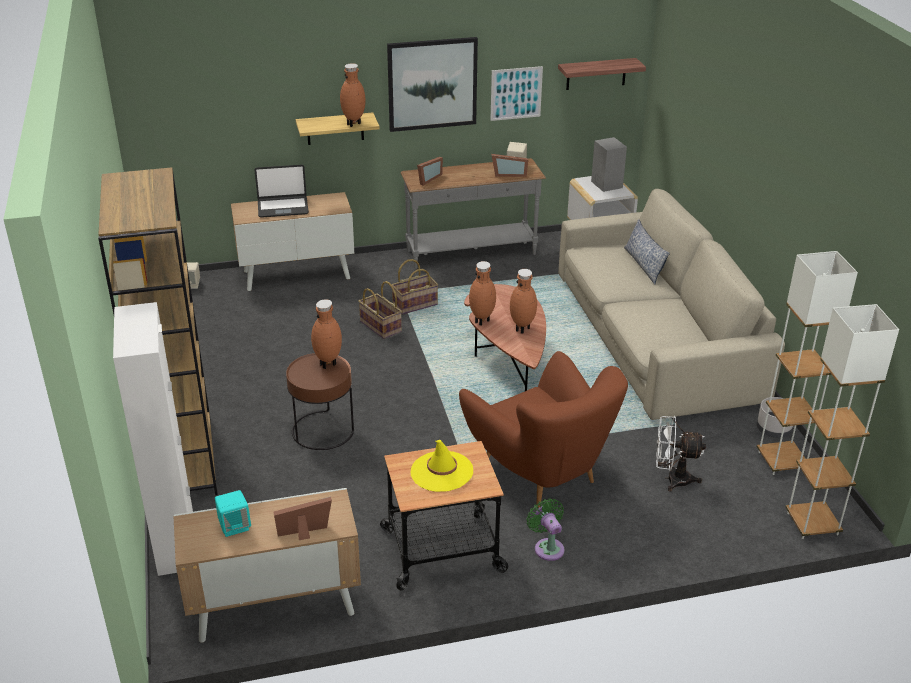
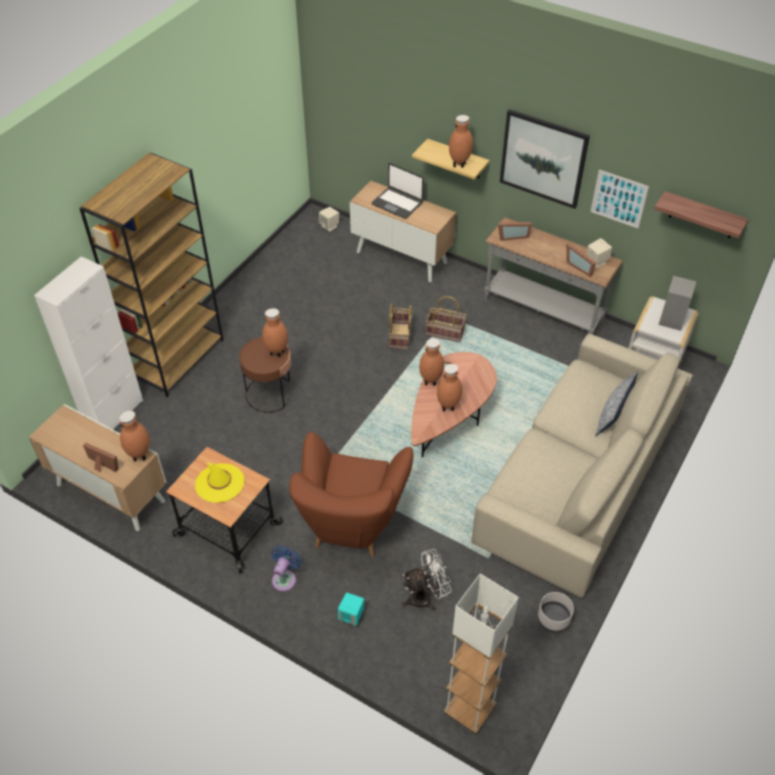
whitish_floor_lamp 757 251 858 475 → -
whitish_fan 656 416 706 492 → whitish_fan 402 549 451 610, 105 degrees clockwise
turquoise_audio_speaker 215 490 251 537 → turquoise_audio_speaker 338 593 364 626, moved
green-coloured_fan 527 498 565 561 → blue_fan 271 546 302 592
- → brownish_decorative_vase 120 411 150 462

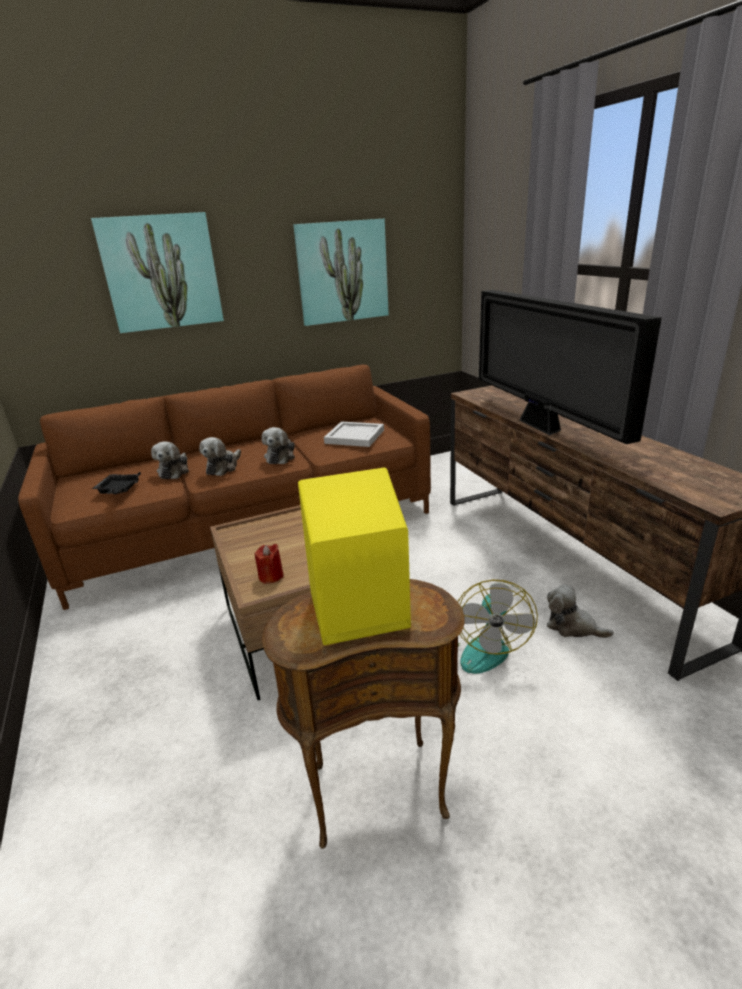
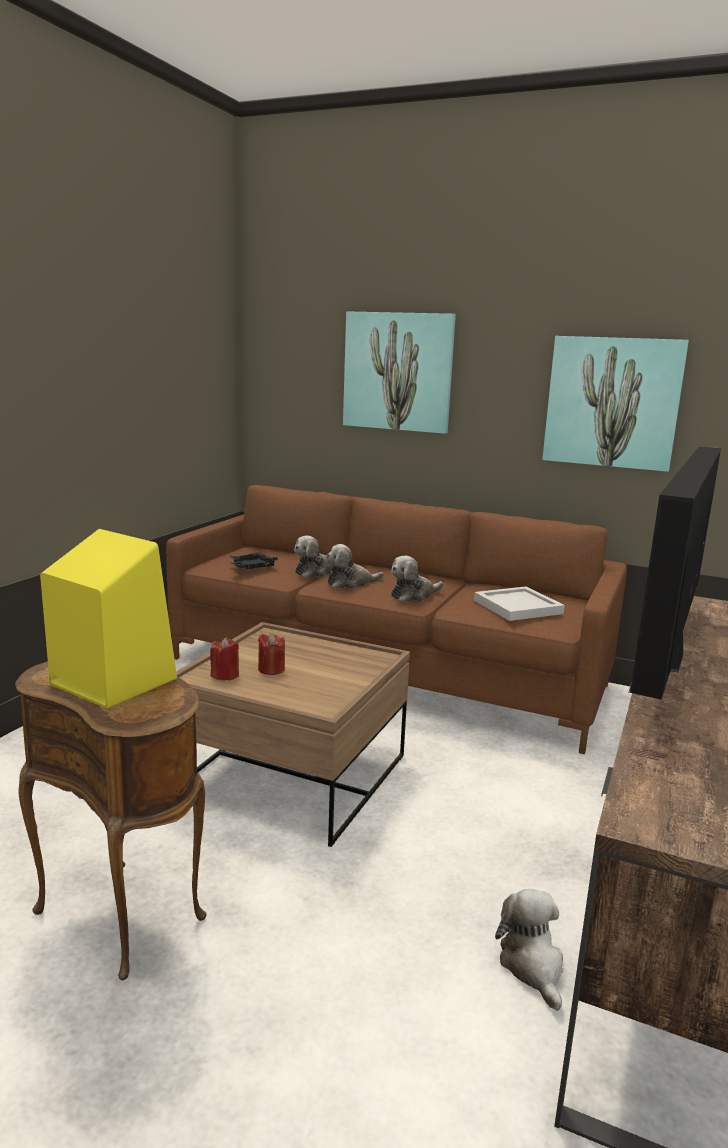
fan 458 580 538 674 → -
- → reddish_wax_light 258 633 285 675

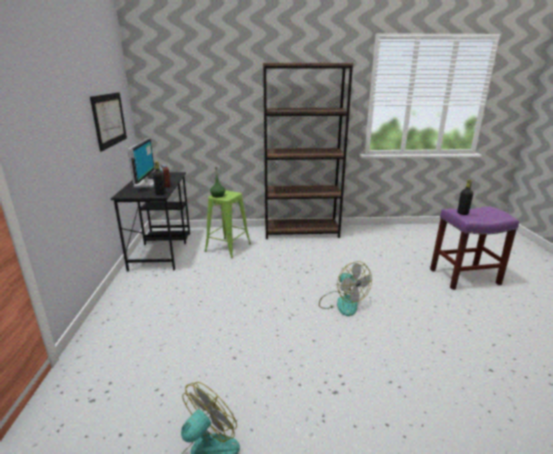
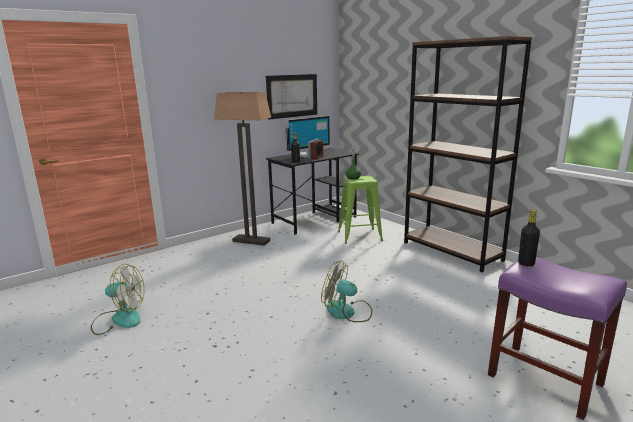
fan 319 261 372 316 → fan 321 261 372 322, 90 degrees clockwise
- → floor_lamp 214 92 271 246

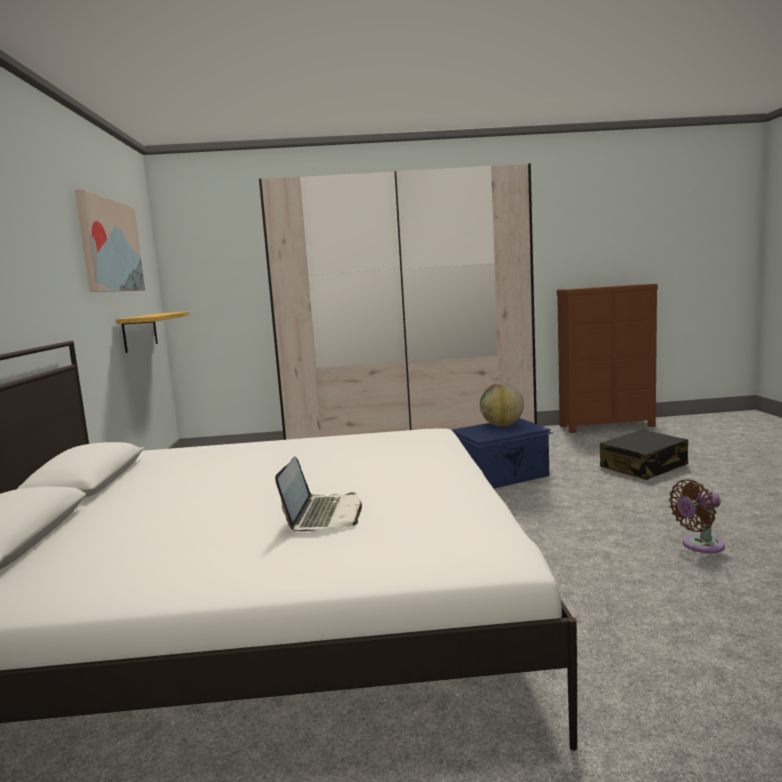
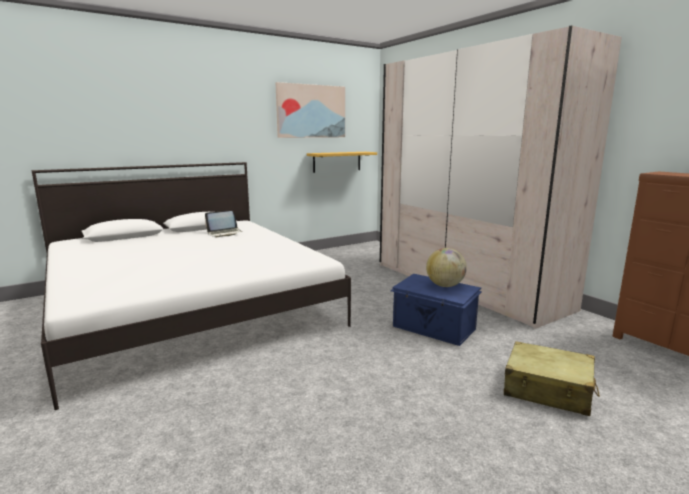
black-coloured_travel_case 600 430 688 480 → beige_travel_case 504 341 600 416
laptop 275 456 362 531 → laptop 205 211 242 237, moved
brownish_fan 669 479 725 553 → -

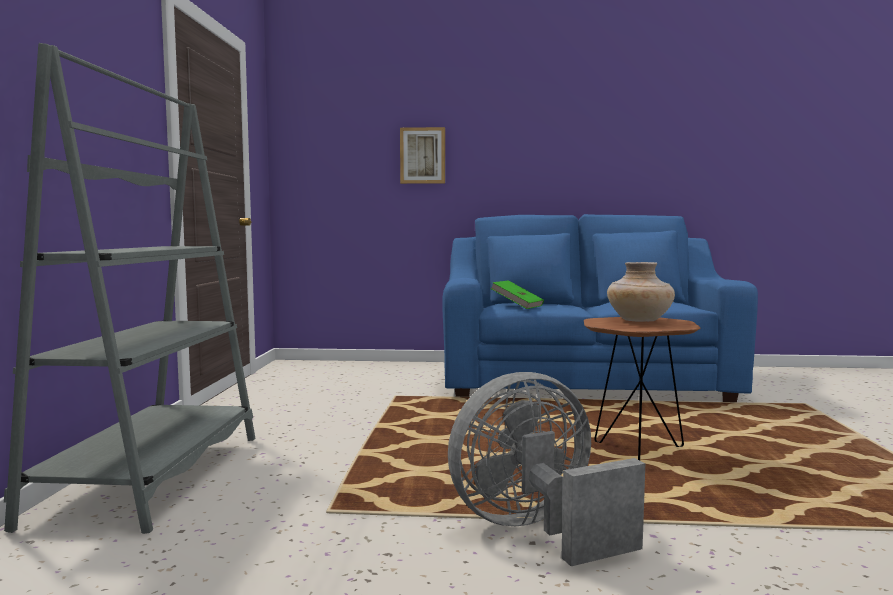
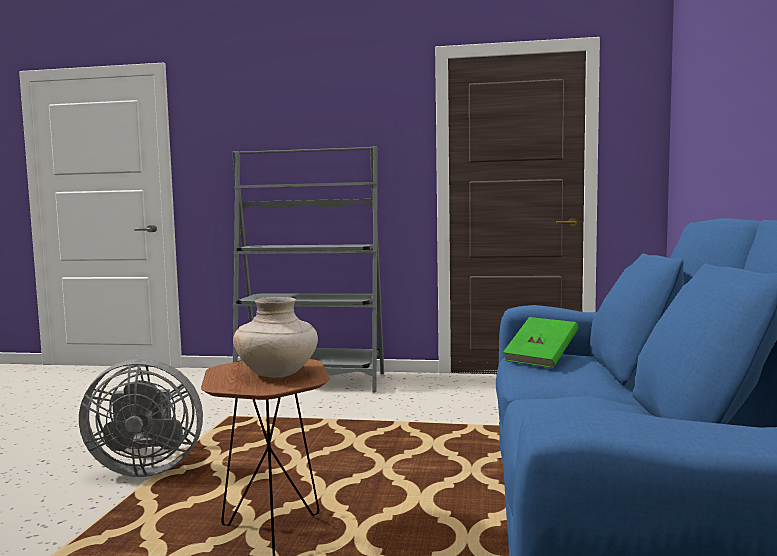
wall_art 400 127 445 184 → -
grey_fan 448 372 645 566 → grey_fan 79 359 203 477, 105 degrees clockwise

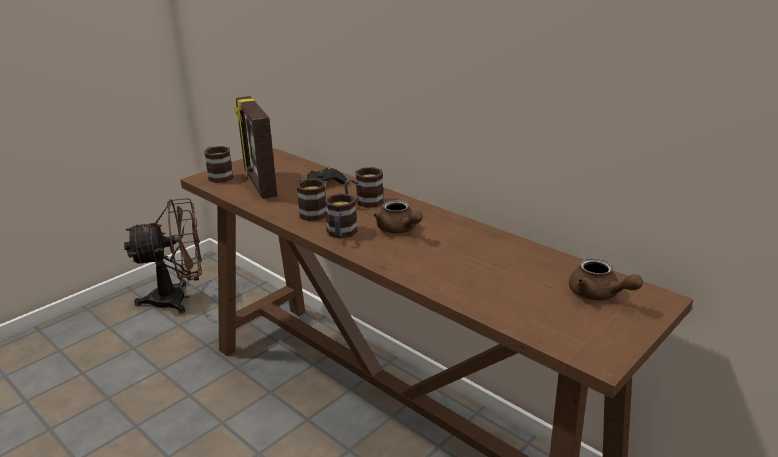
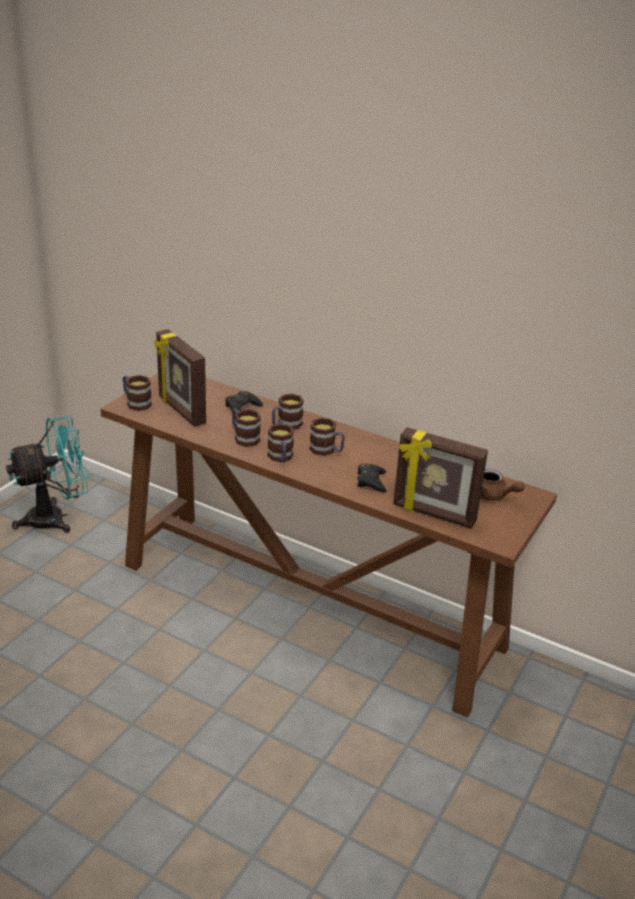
brownish_fan 124 198 202 314 → turquoise_fan 6 416 89 533
brownish_tea_pot 374 200 423 233 → coffee_mug 309 418 345 456
- → picture_frame 393 427 488 528
- → black-coloured_game_controller 357 463 386 492

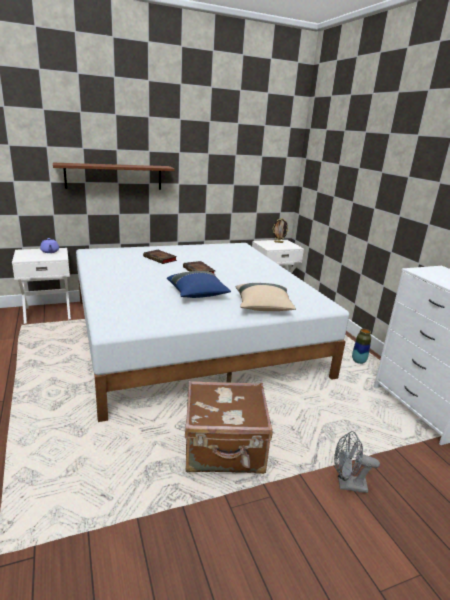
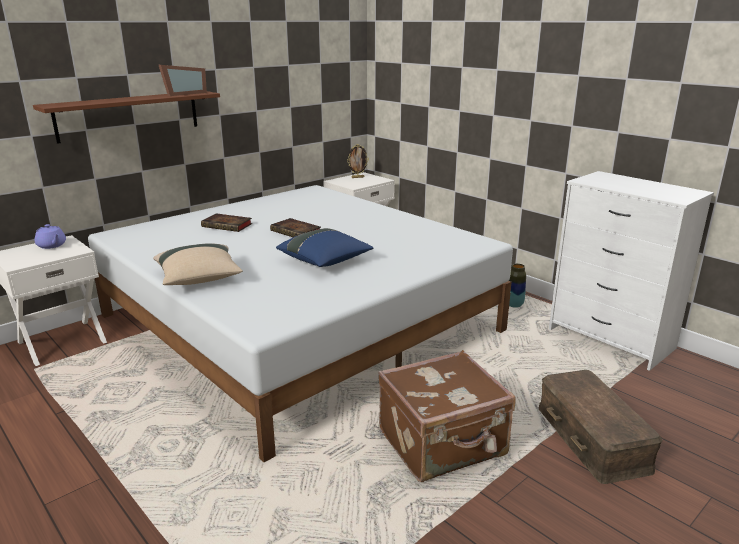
beige_throw_pillow 236 283 296 311 → beige_throw_pillow 153 243 243 285, moved
grey_fan 334 431 380 493 → brownish_storage_bin 539 370 663 484
- → picture_frame 159 65 207 96

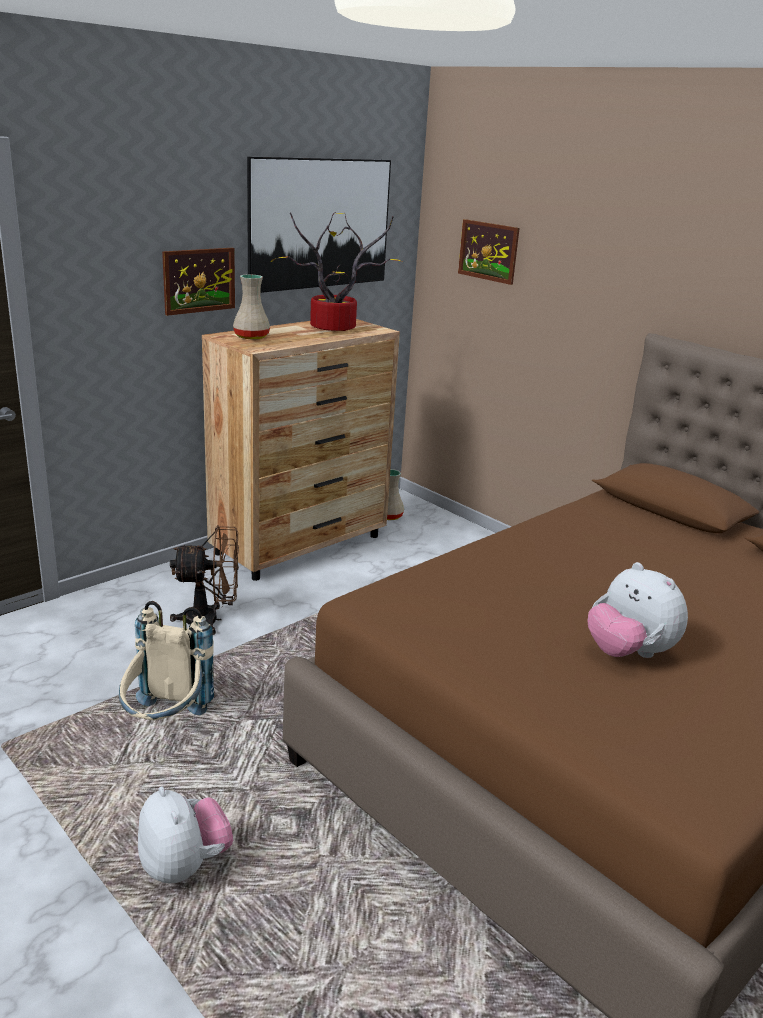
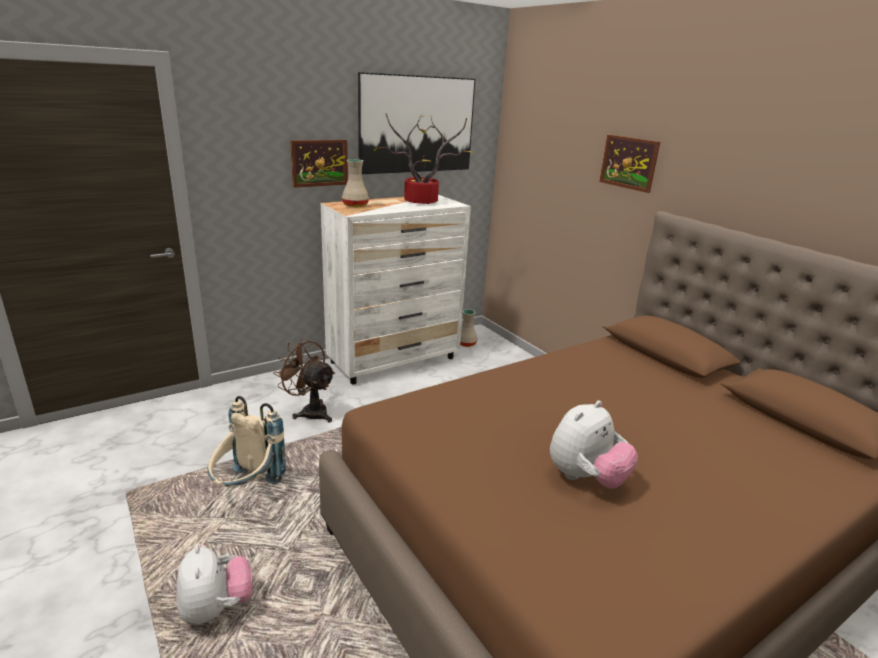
wall_art 458 219 520 285 → wall_art 599 135 660 193, moved
brownish_drawer_chest 202 319 400 581 → whitish_drawer_chest 321 195 471 384
brownish_fan 170 525 239 635 → brownish_fan 273 338 335 423, 150 degrees counterclockwise
plush_toy 588 562 688 658 → plush_toy 550 401 638 489, 105 degrees counterclockwise

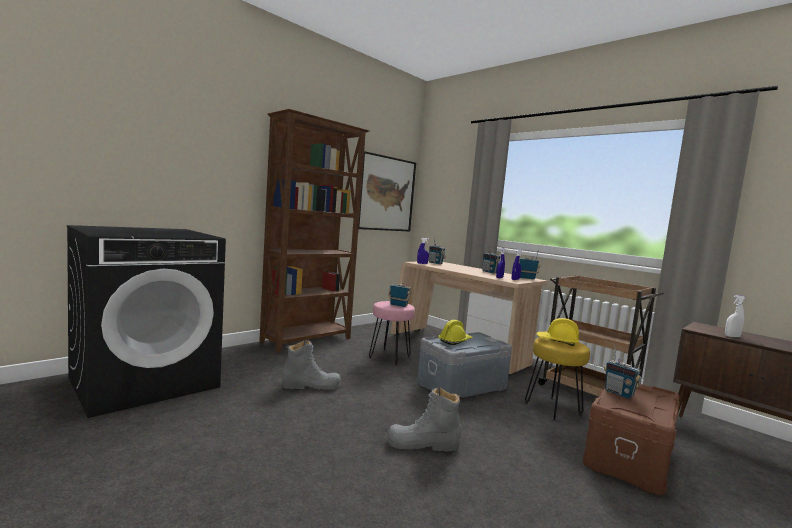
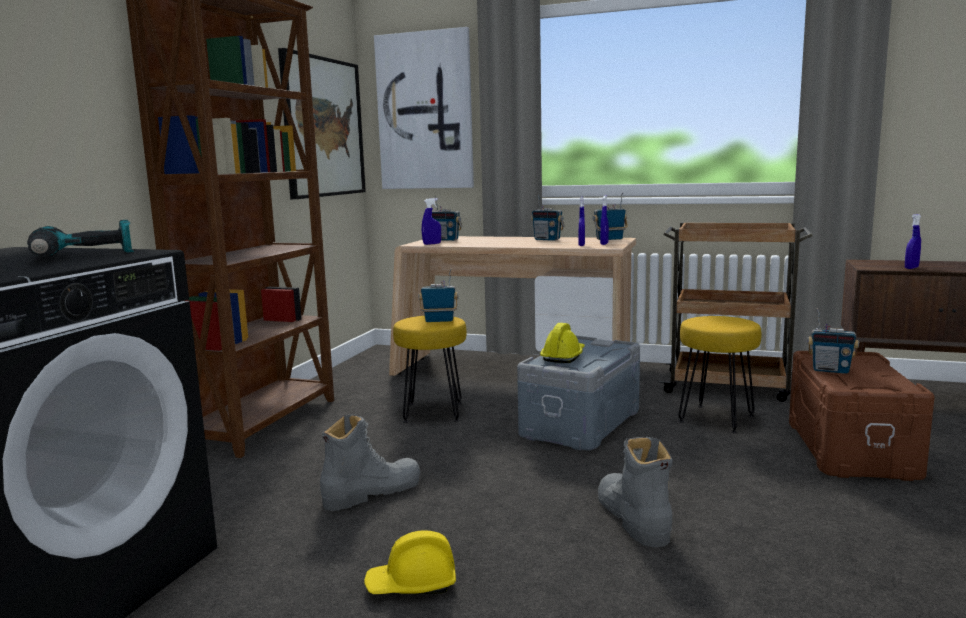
whitish_hand_sprayer 725 295 745 337 → blue_hand_sprayer 905 214 921 269
pink-coloured_stool_seat 369 301 415 366 → yellow_stool_seat 393 316 466 423
yellow_hard_hat 537 318 579 346 → yellow_hard_hat 364 530 456 594, moved
grey_high-top_boot 387 387 461 452 → grey_high-top_boot 598 437 673 547, 105 degrees clockwise
- → wall_art 374 27 474 189
- → drill 27 220 134 257

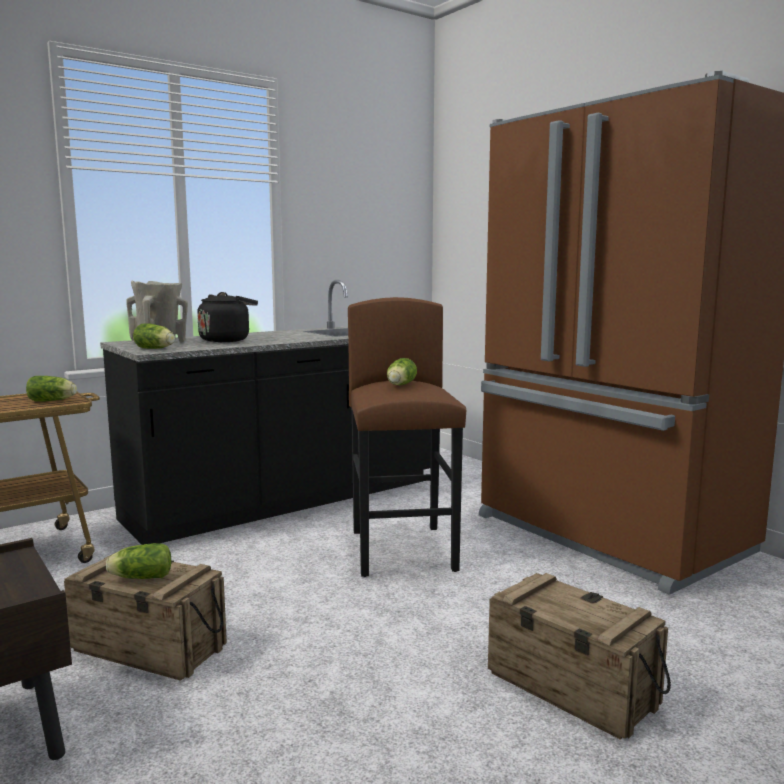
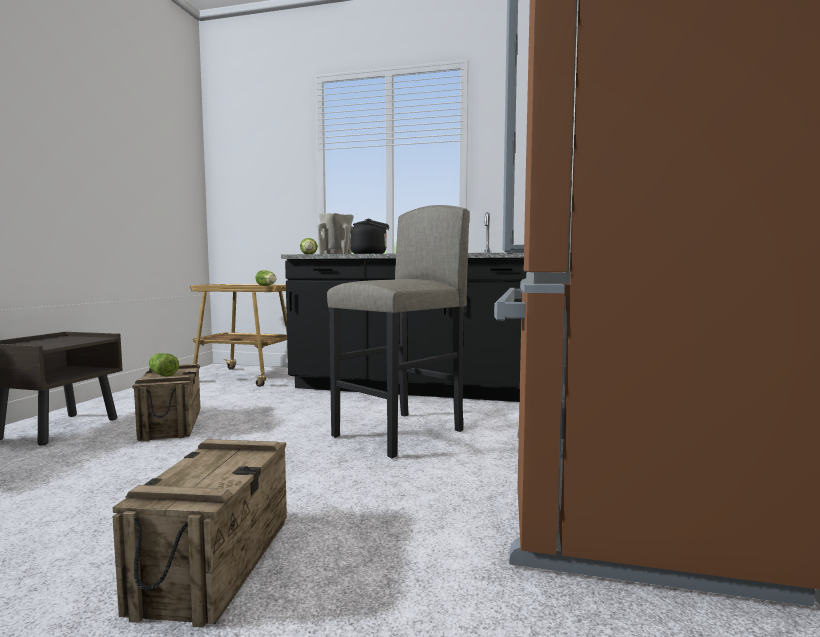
brownish_stool_seat 348 297 466 577 → grey_stool_seat 327 205 469 459
lettuce_head 387 358 417 385 → -

